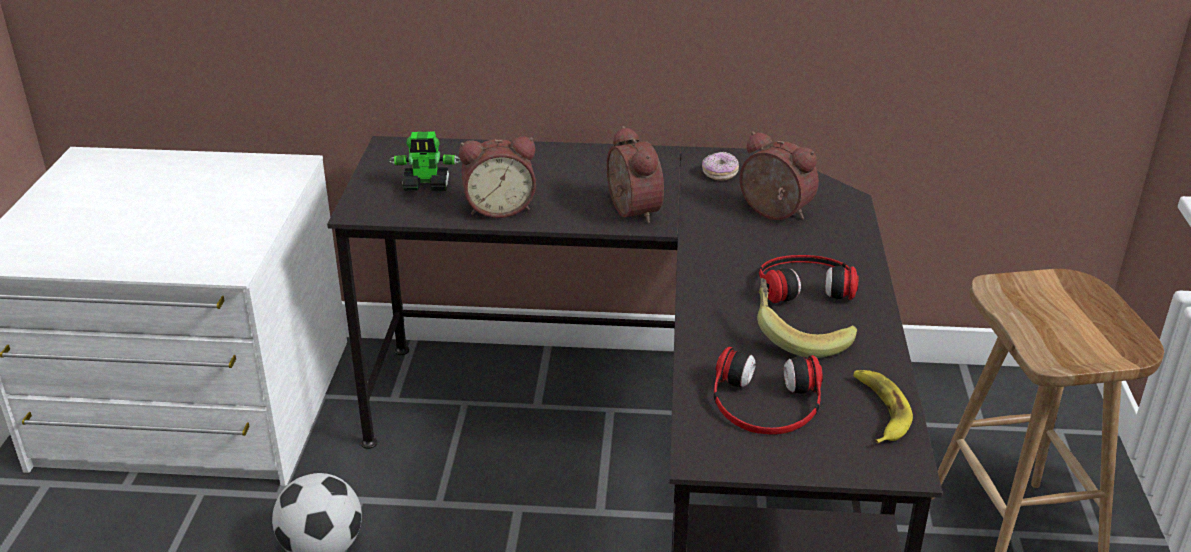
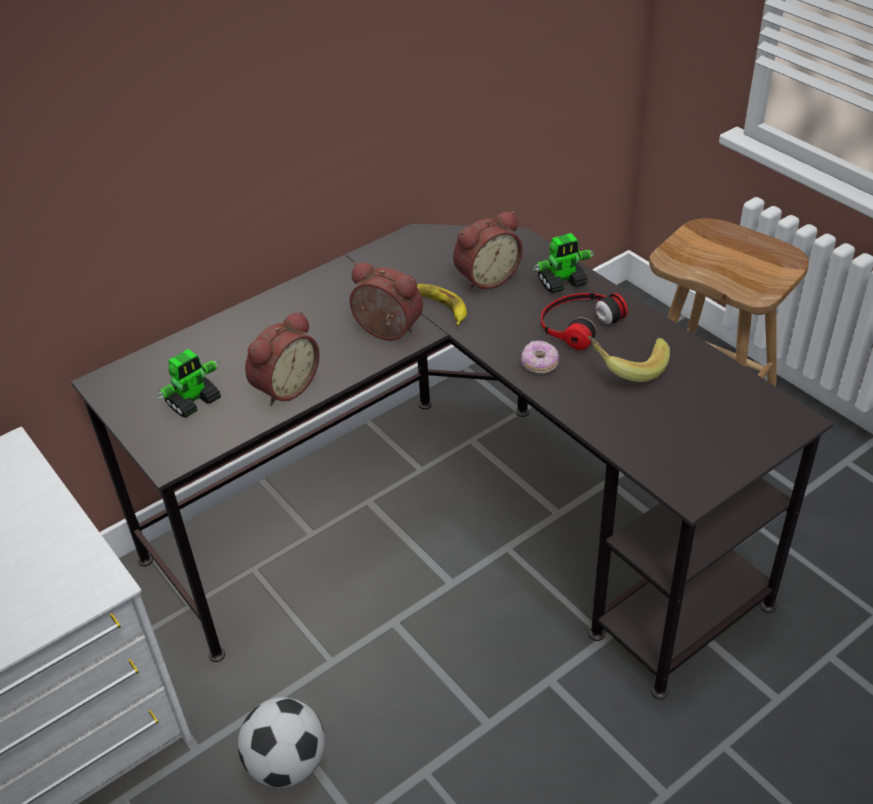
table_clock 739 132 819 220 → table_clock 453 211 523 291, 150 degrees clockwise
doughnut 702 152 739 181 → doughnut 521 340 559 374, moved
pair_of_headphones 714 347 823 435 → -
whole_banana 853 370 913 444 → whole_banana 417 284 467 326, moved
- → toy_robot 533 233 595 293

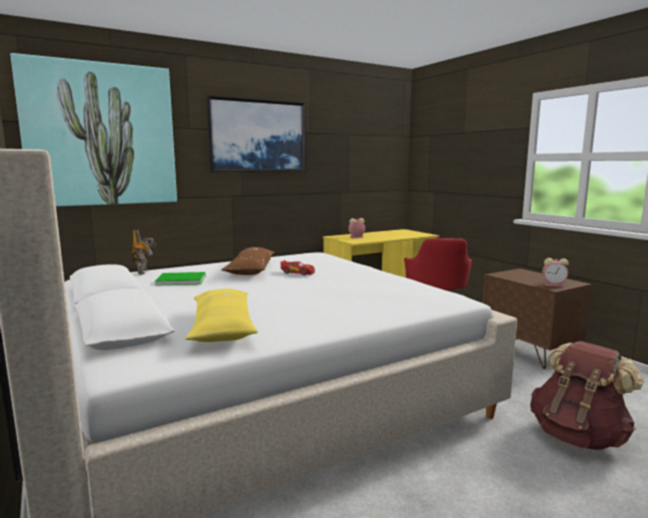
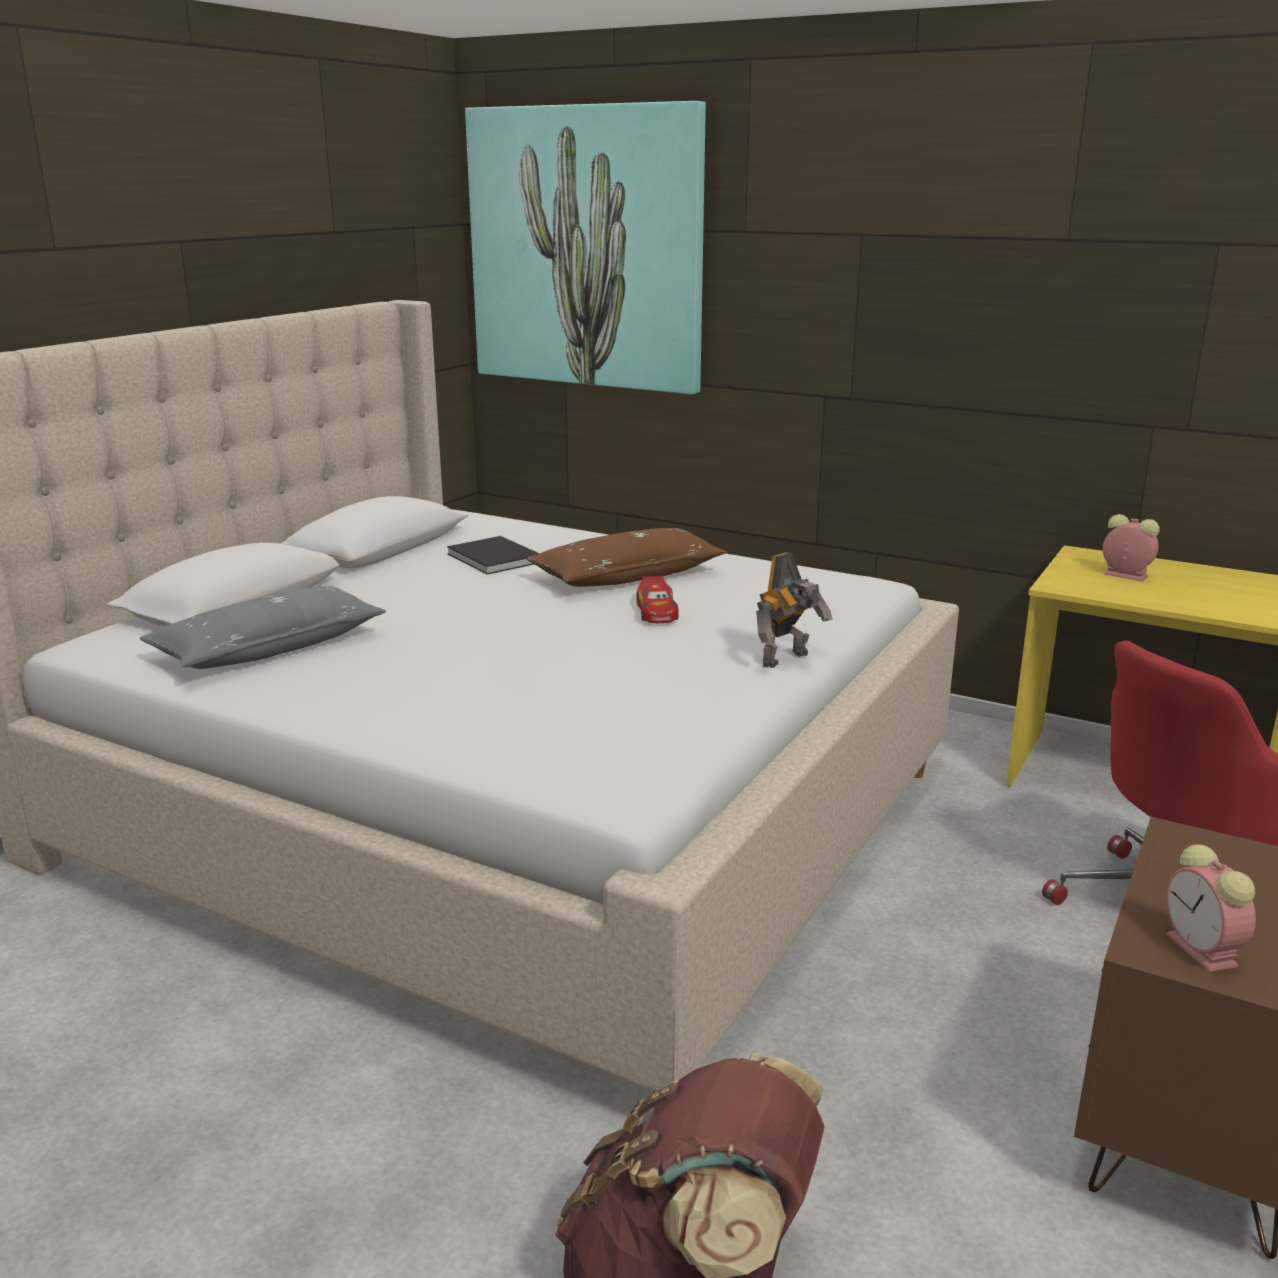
wall_art 207 96 306 172 → -
toy_robot 132 230 156 275 → toy_robot 756 552 832 668, moved
green-coloured_bound_book 155 272 205 286 → black-coloured_bound_book 447 536 540 574
yellow_throw_pillow 185 289 258 342 → grey_throw_pillow 140 586 386 669

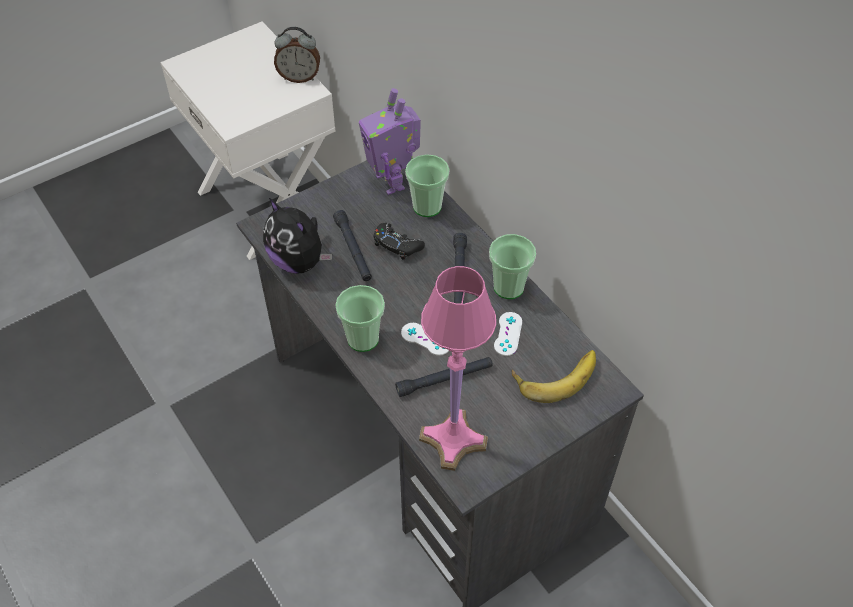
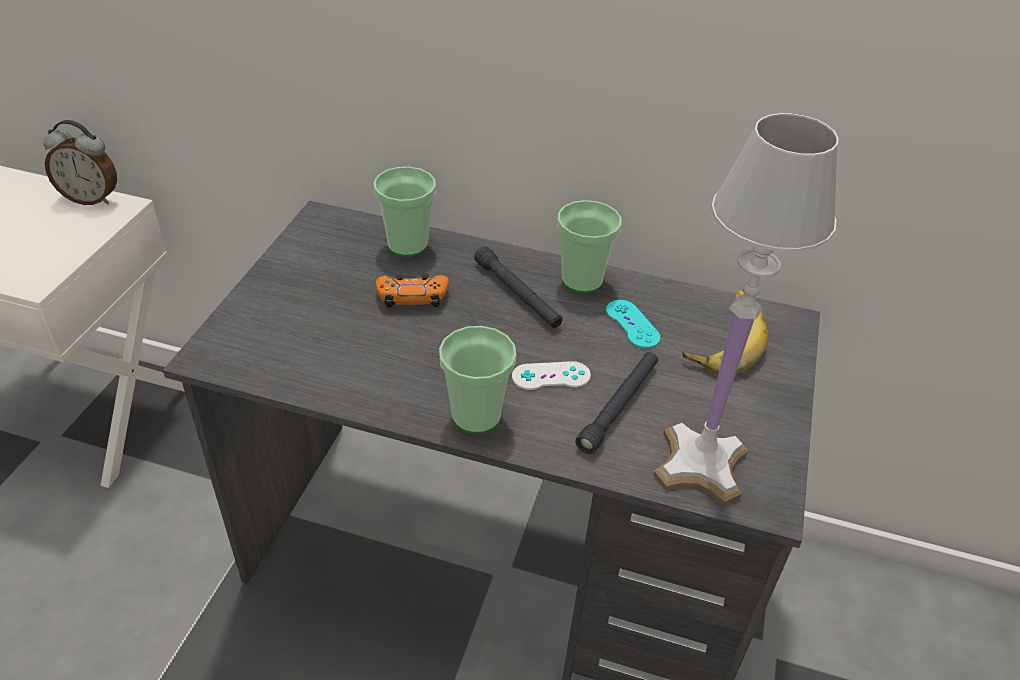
table_clock 274 27 320 83 → table_clock 43 120 117 205, 45 degrees clockwise
toy_robot 359 88 421 195 → -
plush_toy 263 198 332 274 → -
black-coloured_torch 333 210 372 281 → -
black-coloured_game_controller 373 223 425 260 → orangey_game_controller 376 273 449 308
pink-coloured_table_lamp 419 266 496 471 → whitish_table_lamp 653 113 838 506
whitish_game_controller 494 312 522 356 → turquoise_game_controller 606 300 661 348

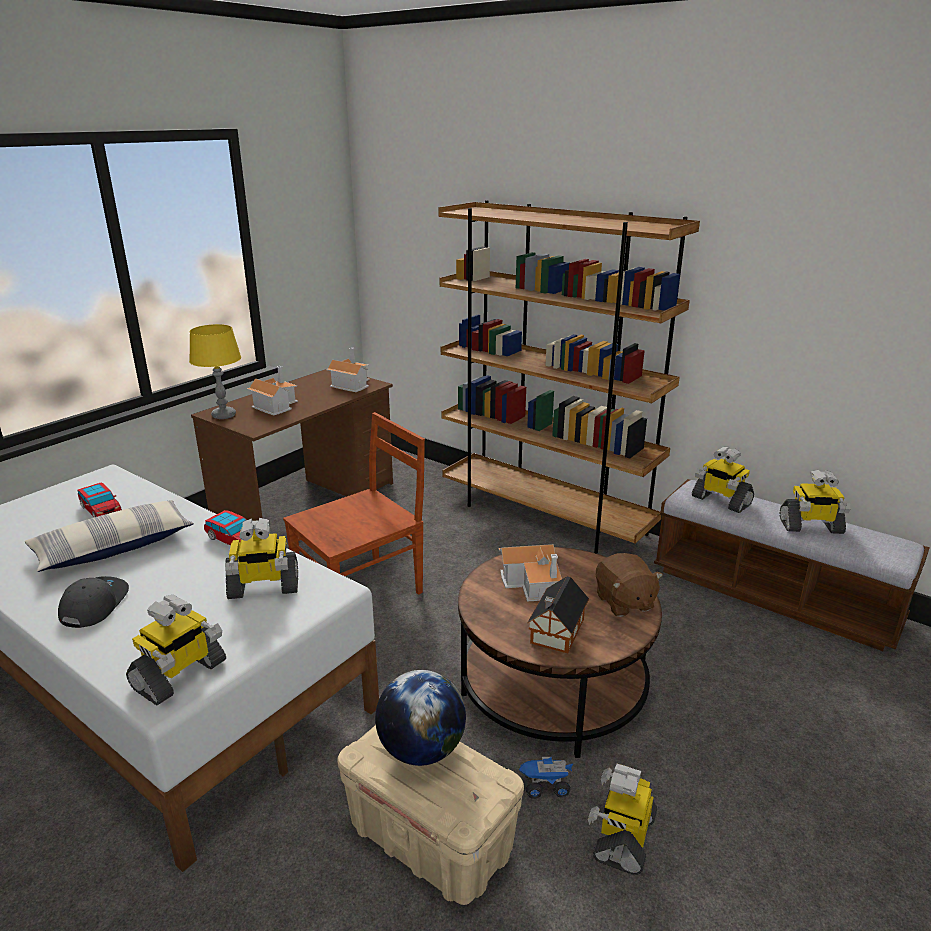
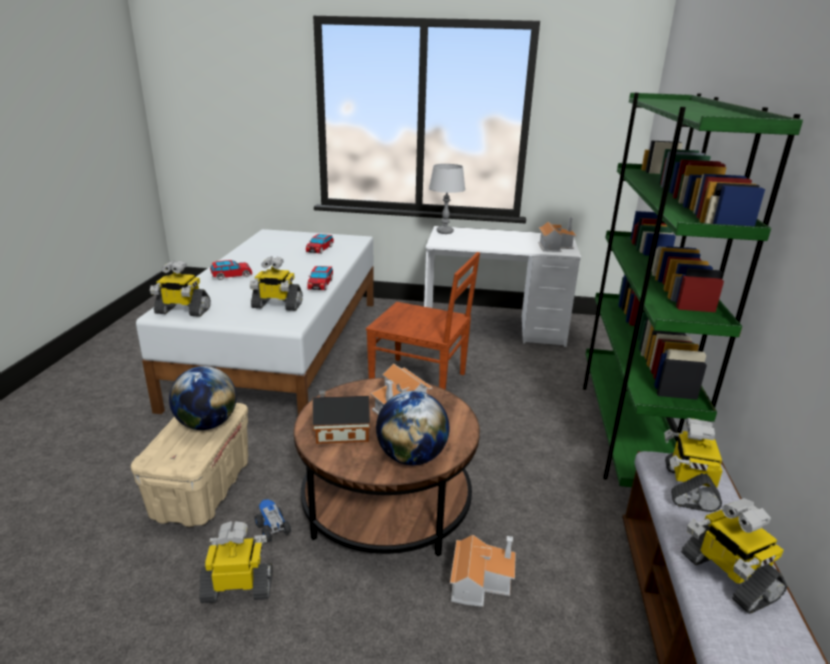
brownish_bookshelf 438 200 700 554 → green-coloured_bookshelf 583 93 803 487
yellow_table_lamp 189 324 241 419 → grey_table_lamp 429 164 465 234
miniature_house 247 366 298 416 → miniature_house 450 535 516 607, moved
brownish_desk_unit 191 369 393 521 → whitish_desk_unit 424 226 581 347
throw_pillow 25 500 194 572 → -
toy_robot 225 518 298 599 → toy_robot 250 256 303 311, 45 degrees counterclockwise
brownish_plush_toy 596 553 663 617 → desk_globe 376 391 449 465
grey_baseball_cap 58 576 129 628 → miniature_car 210 260 252 280

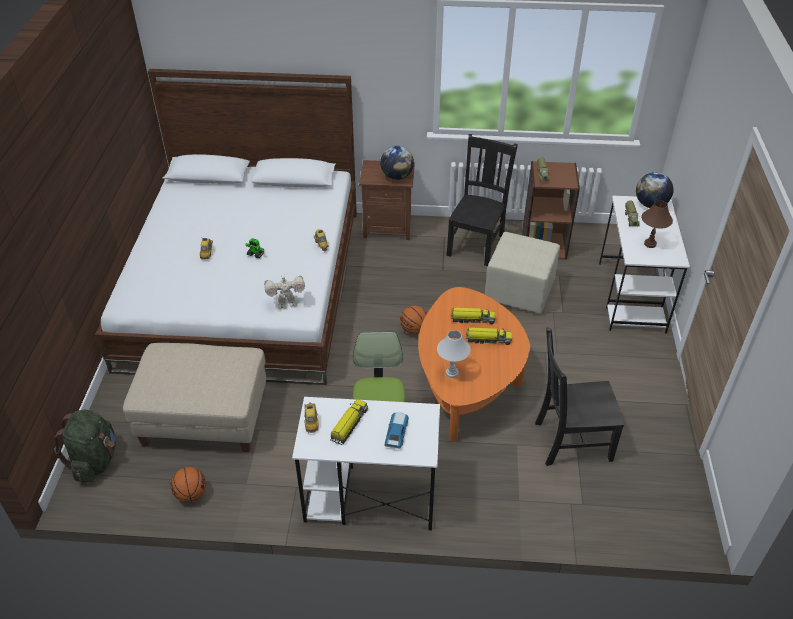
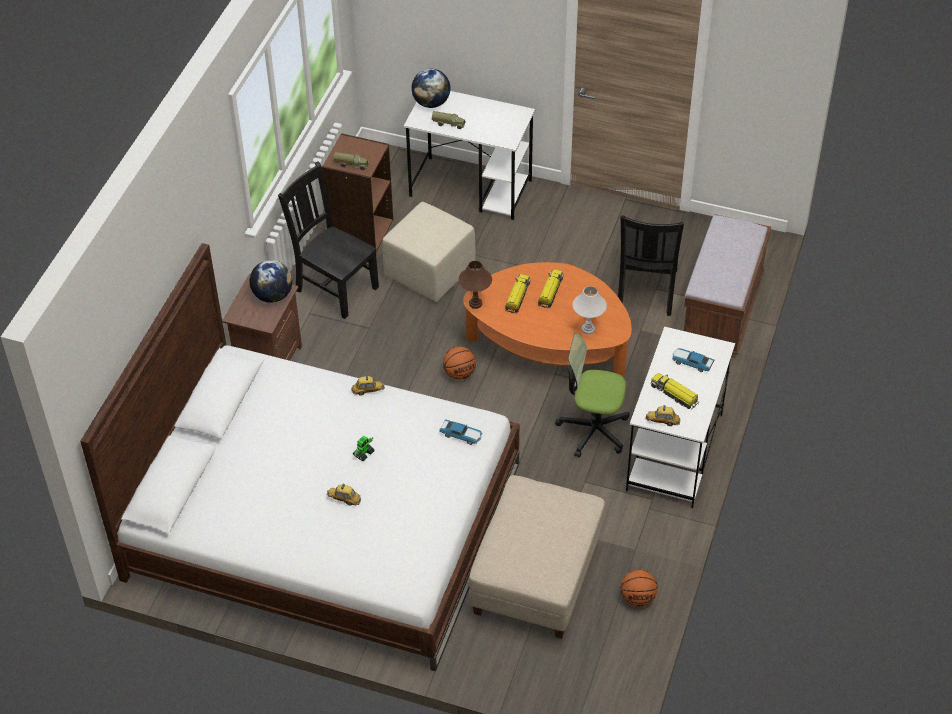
brownish_table_lamp 641 200 673 248 → brownish_table_lamp 458 261 492 309, moved
toy_robot 264 276 305 309 → miniature_car 439 419 482 445
green-coloured_rucksack 54 410 116 483 → -
- → brownish_indoor_bench 683 214 771 355

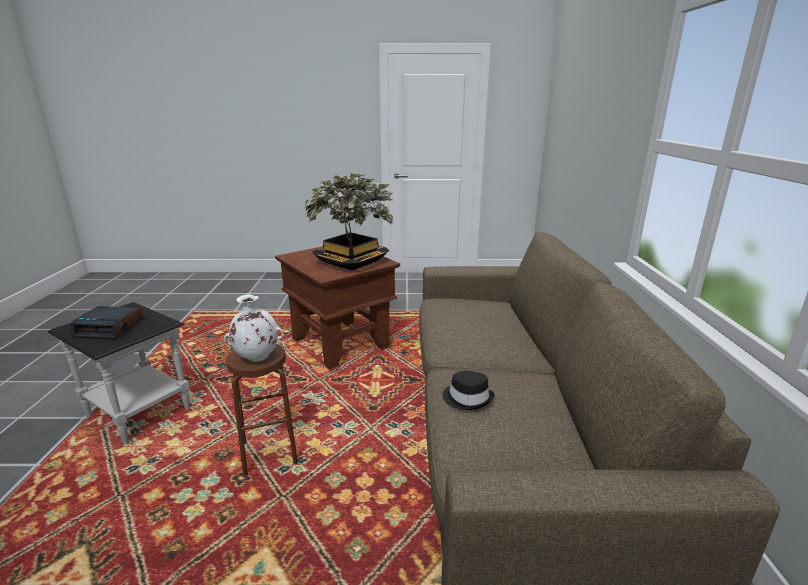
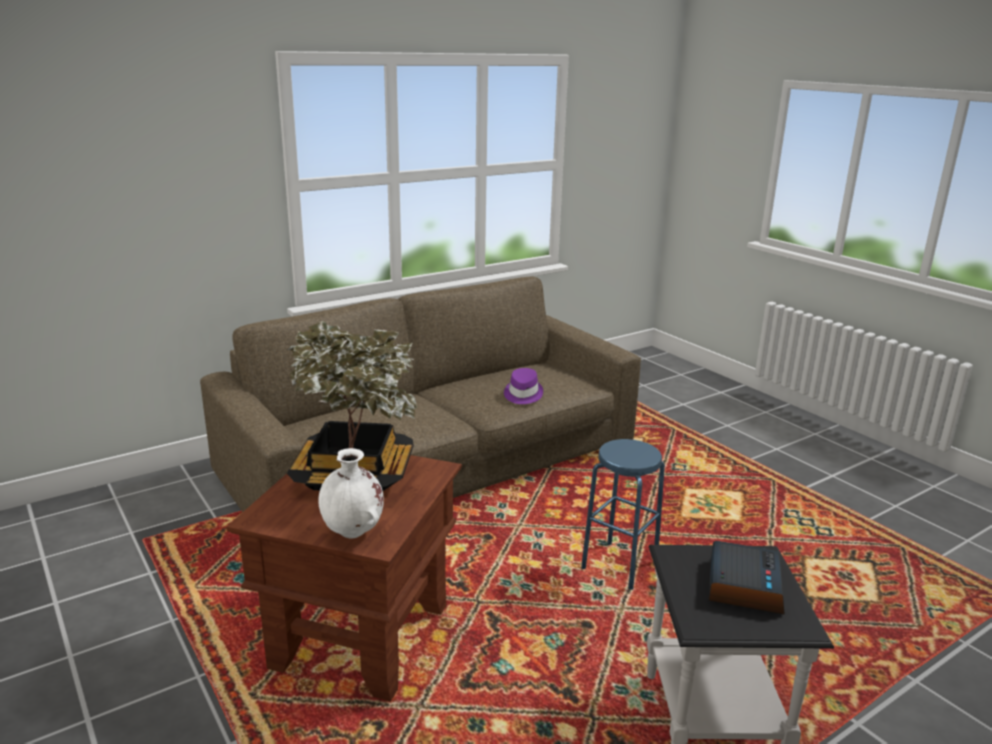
whitish_decorative_vase 224 294 284 362 → whitish_decorative_vase 319 448 384 539, moved
table_clock 70 306 143 339 → table_clock 709 541 785 615, 45 degrees clockwise
brownish_stool_seat 226 344 298 476 → blue_stool_seat 581 439 665 590
black-coloured_clothing_hat 443 371 495 410 → purple_clothing_hat 504 368 543 404

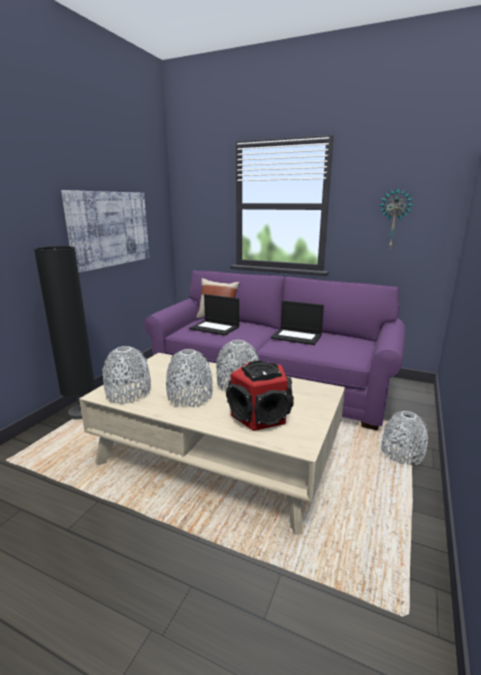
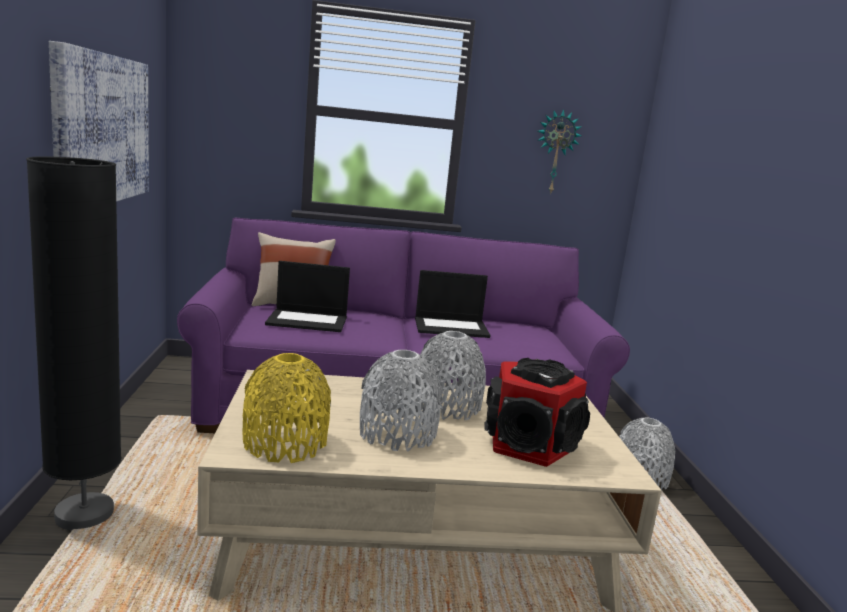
grey_decorative_vase 102 346 151 404 → yellow_decorative_vase 243 353 331 463

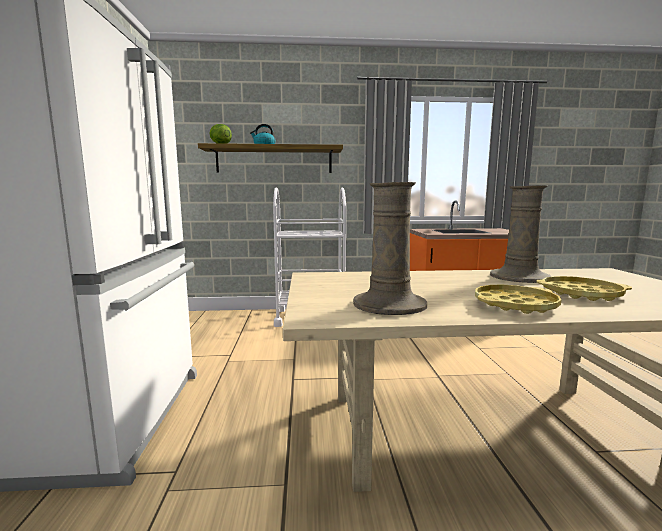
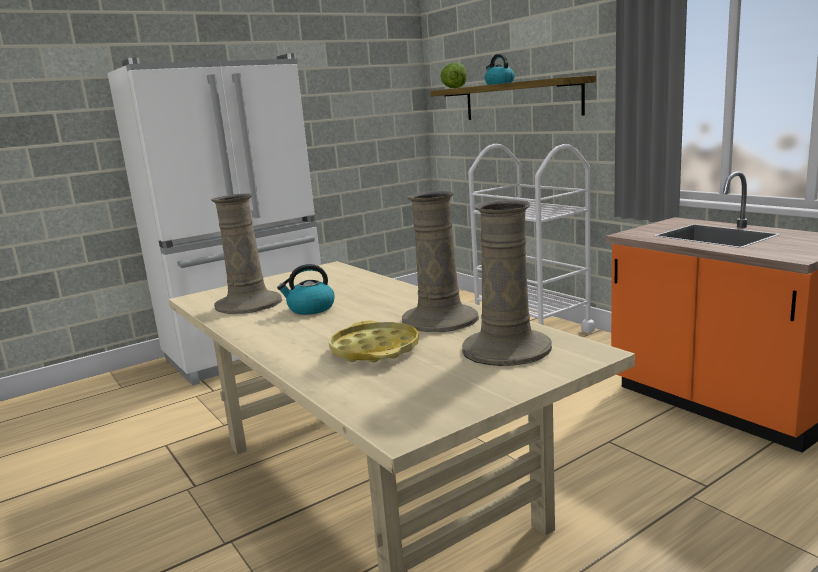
yellow_tray 475 285 561 314 → -
- → beige_decorative_vase 462 200 552 366
- → kettle 277 264 335 315

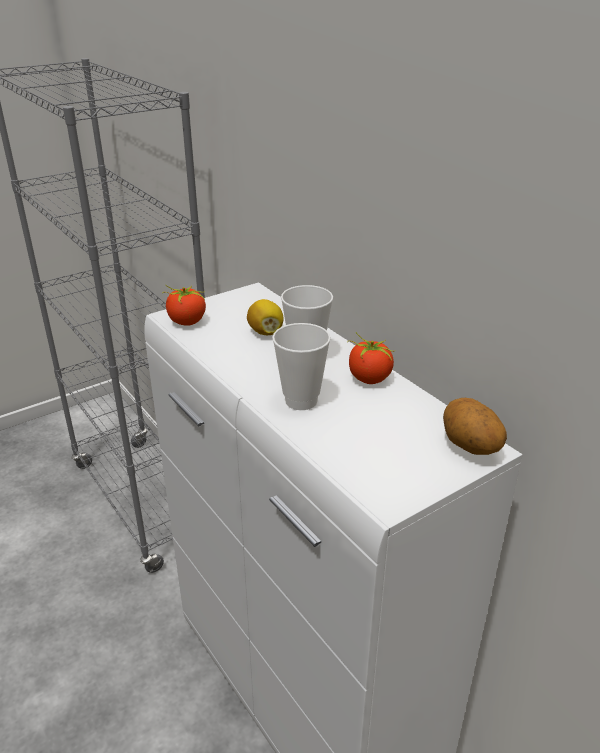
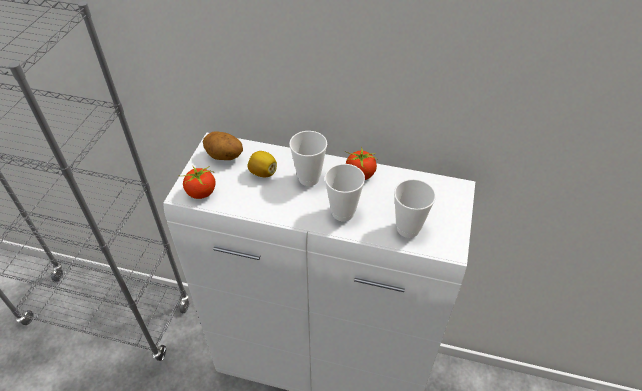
potato 443 398 507 455 → potato 203 131 243 160, moved
- → cup 394 179 436 238

